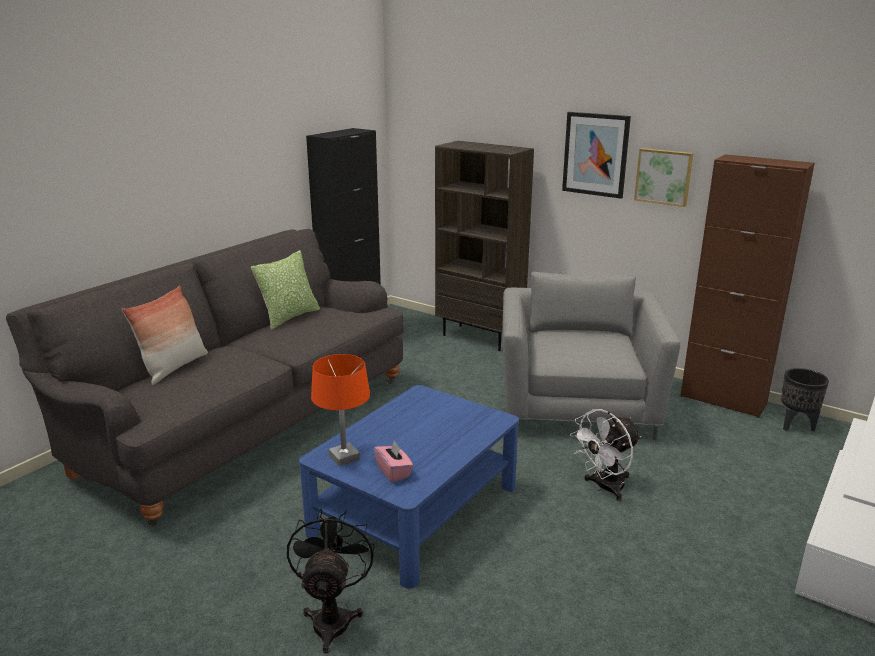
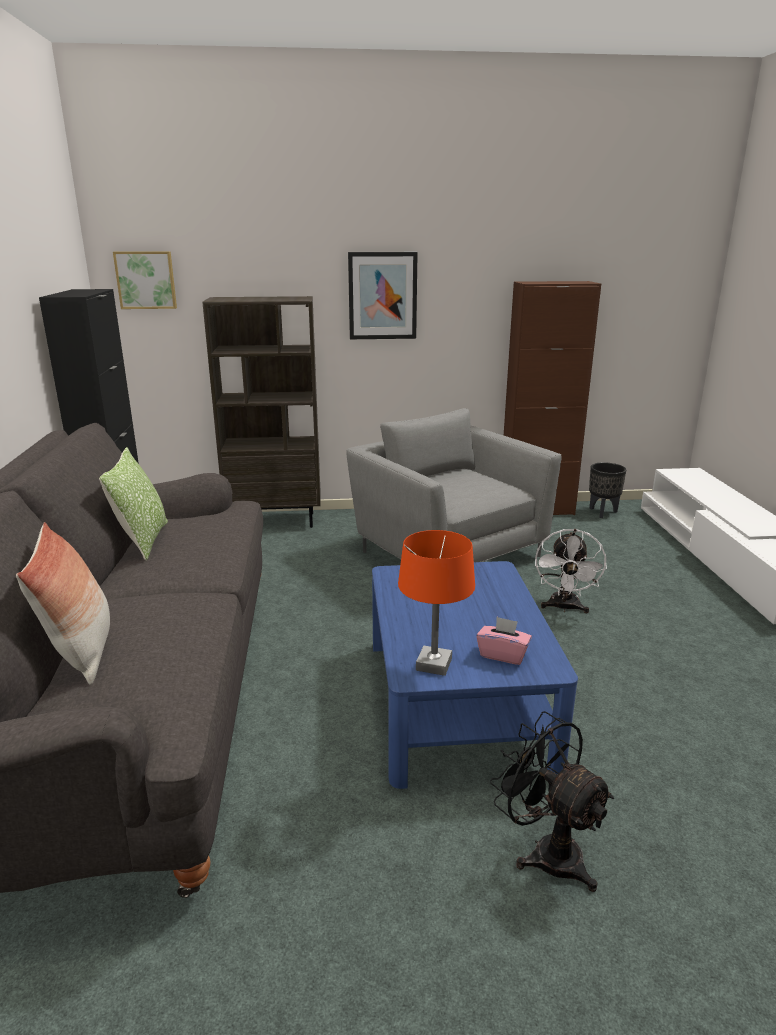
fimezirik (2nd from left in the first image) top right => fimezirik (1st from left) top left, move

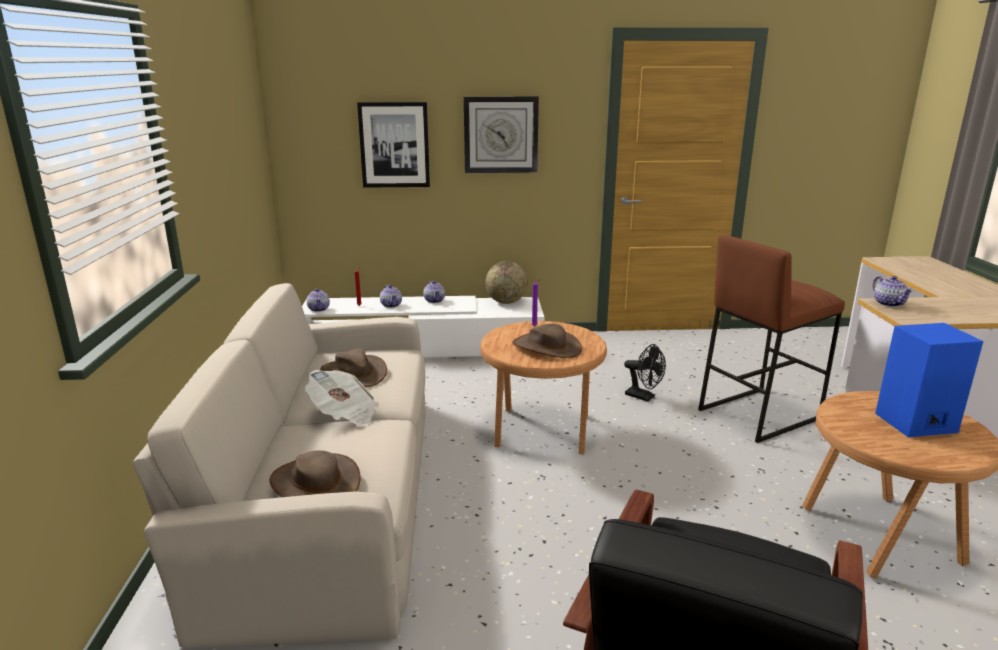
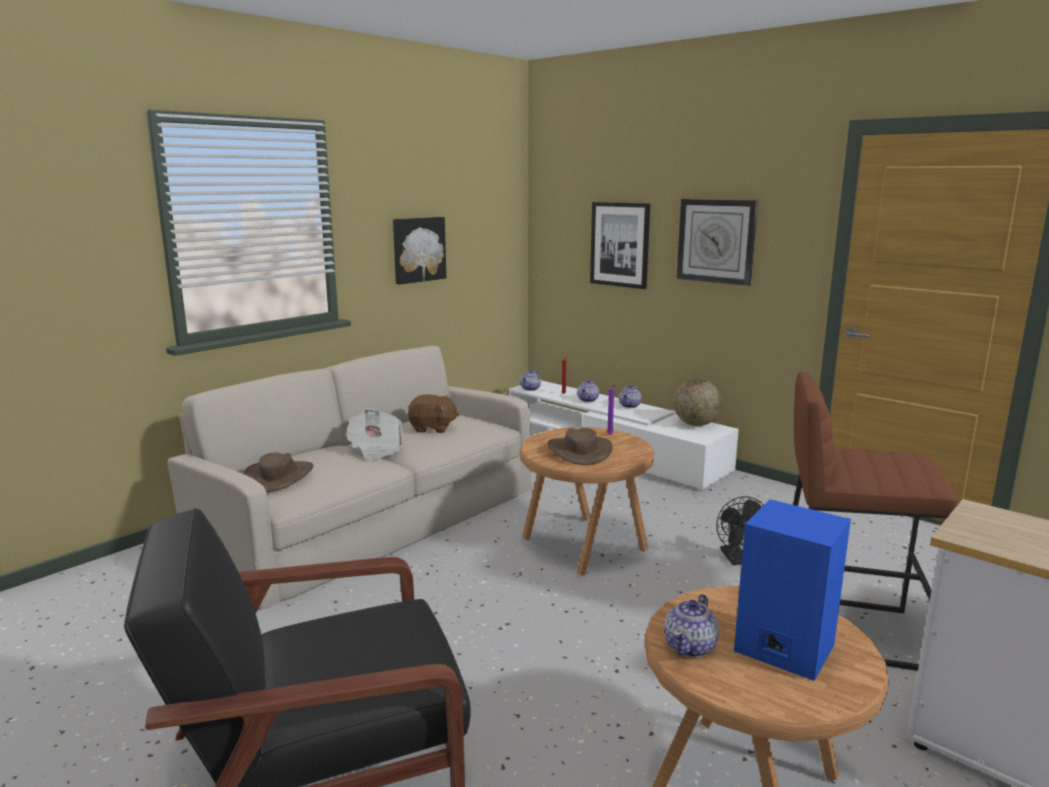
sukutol (4th from left) middle right => sukutol (4th from left) bottom centre, move
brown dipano (2nd from left) centre => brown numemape centre
nothing => fimezirik (1st from left) top centre

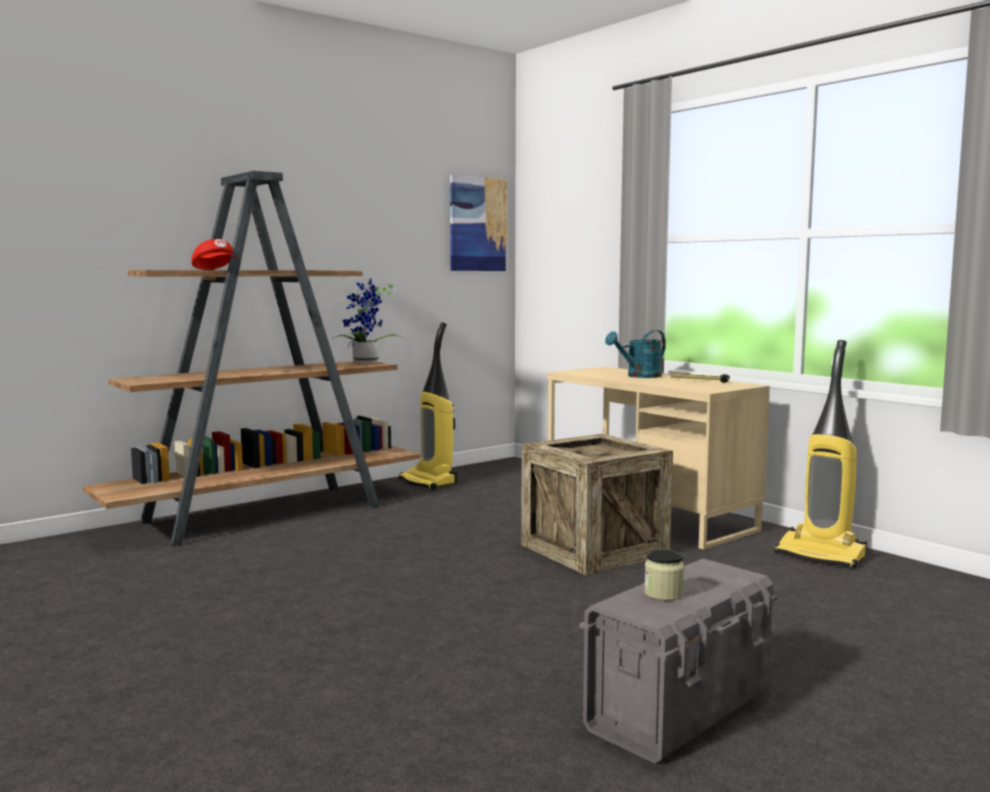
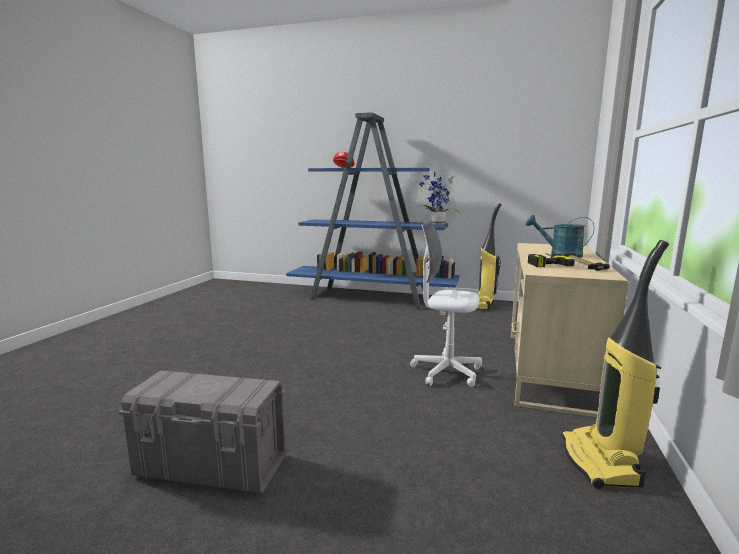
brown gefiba middle left => blue gefiba centre
fimezirik top centre => nothing
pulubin centre => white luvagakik centre
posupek bottom right => nothing
nothing => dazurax middle right

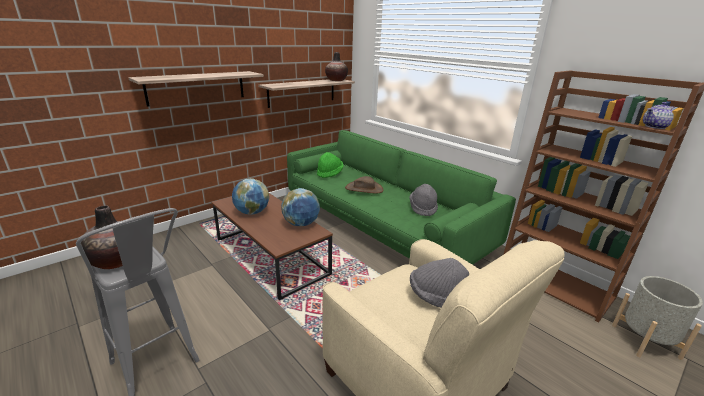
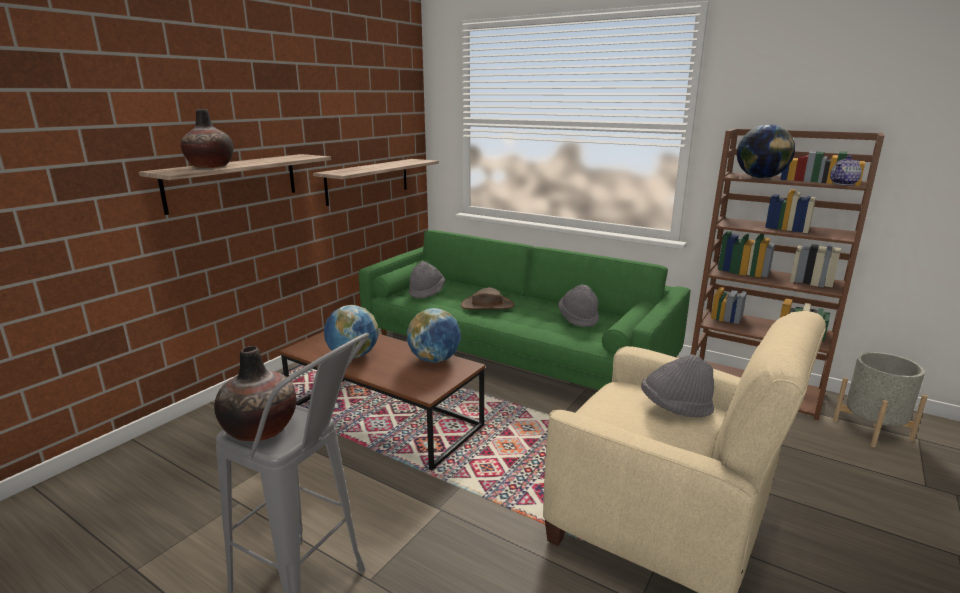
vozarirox (2nd from left in the first image) top centre => vozarirox (1st from left) top left, move
green dipano centre => grey dipano (1st from left) centre
nothing => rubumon (3rd from left) top right

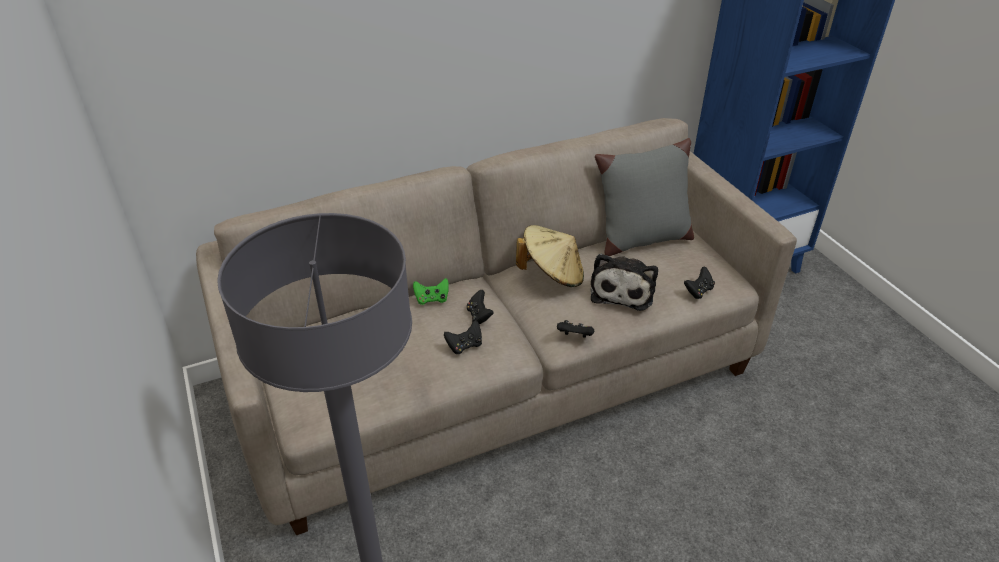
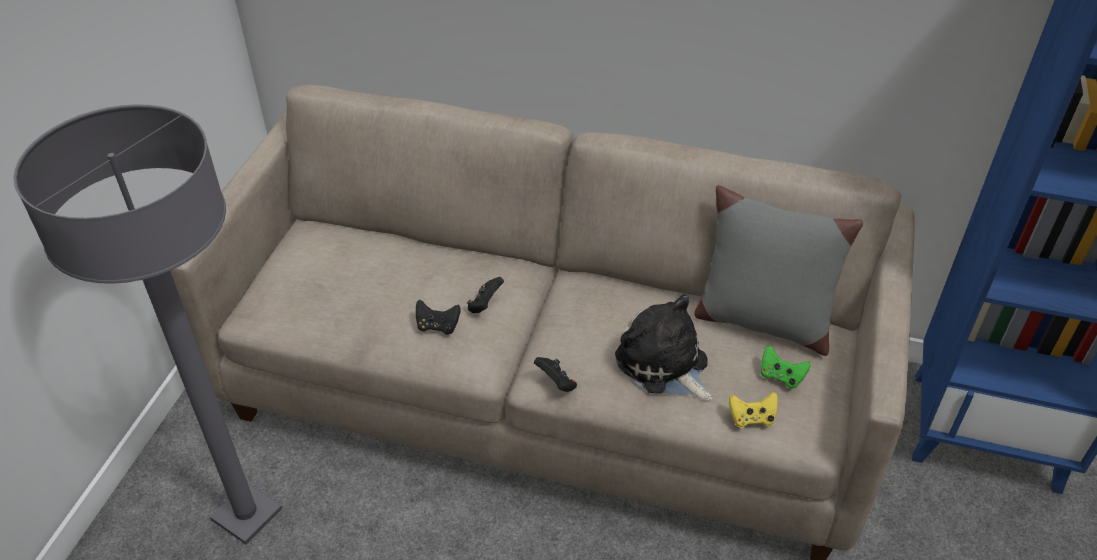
beige dipano centre => nothing
numemape centre, 90 degrees clockwise
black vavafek (4th from left) middle right => yellow vavafek bottom right
green vavafek centre => green vavafek middle right, move

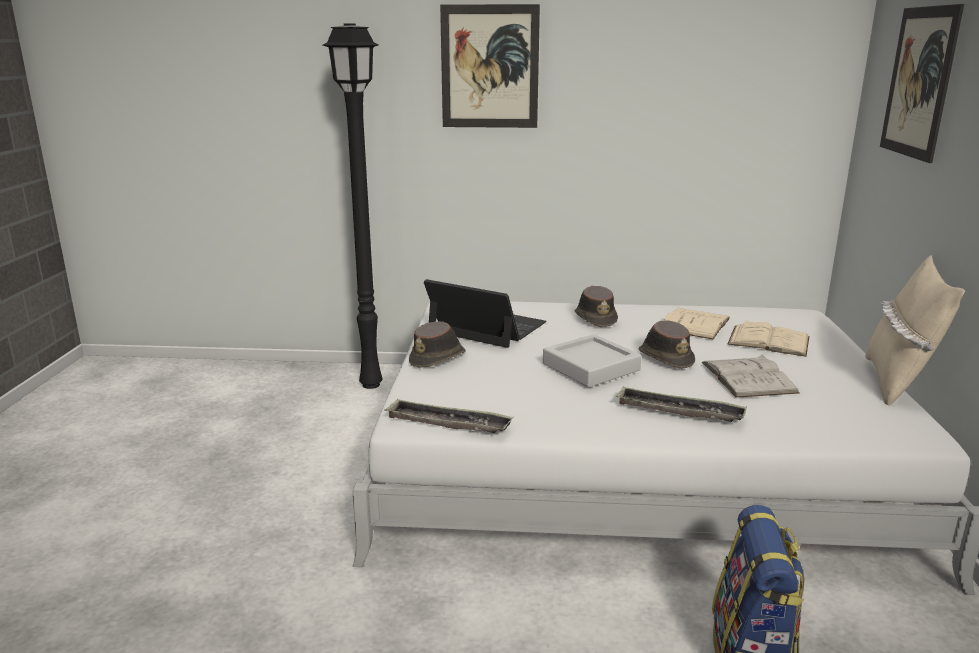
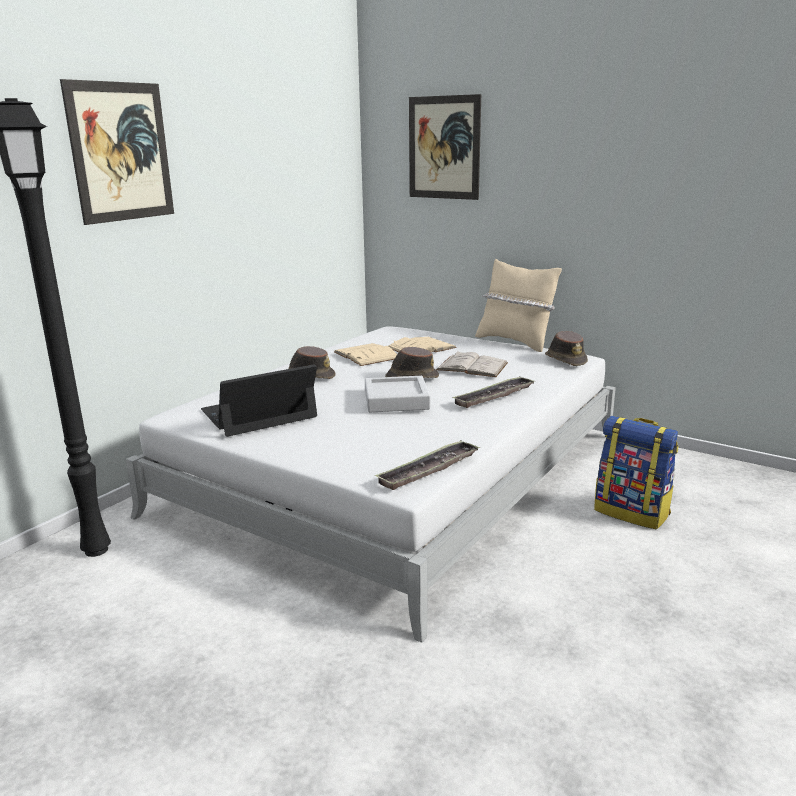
brown dipano (1st from left in the first image) centre => brown dipano (3rd from left) middle right, move

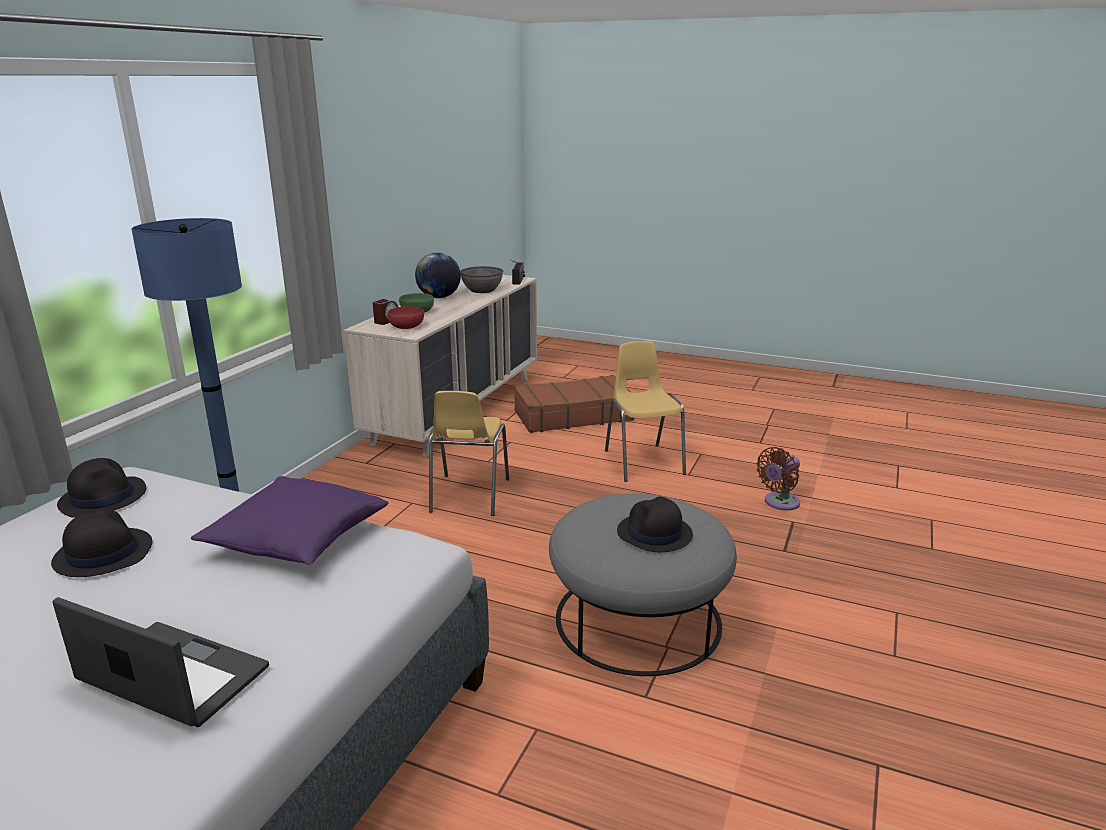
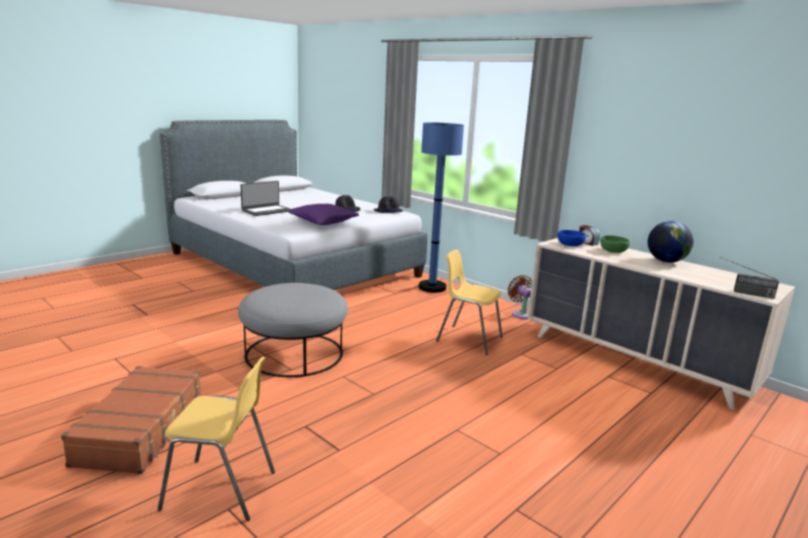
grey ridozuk centre => nothing
red ridozuk centre => blue ridozuk middle right
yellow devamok (2nd from left in the first image) centre => yellow devamok (1st from left) bottom left, move
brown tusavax centre => brown tusavax bottom left, move
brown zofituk middle right => brown zofituk centre, move
black dipano (3rd from left) centre => nothing

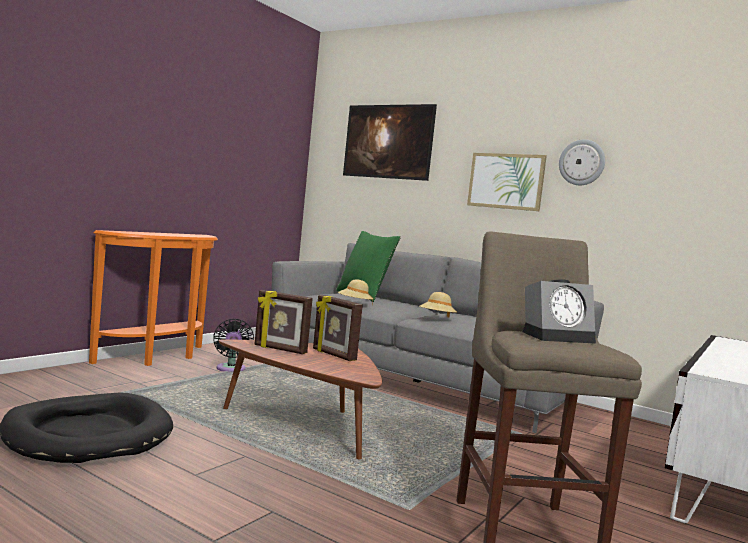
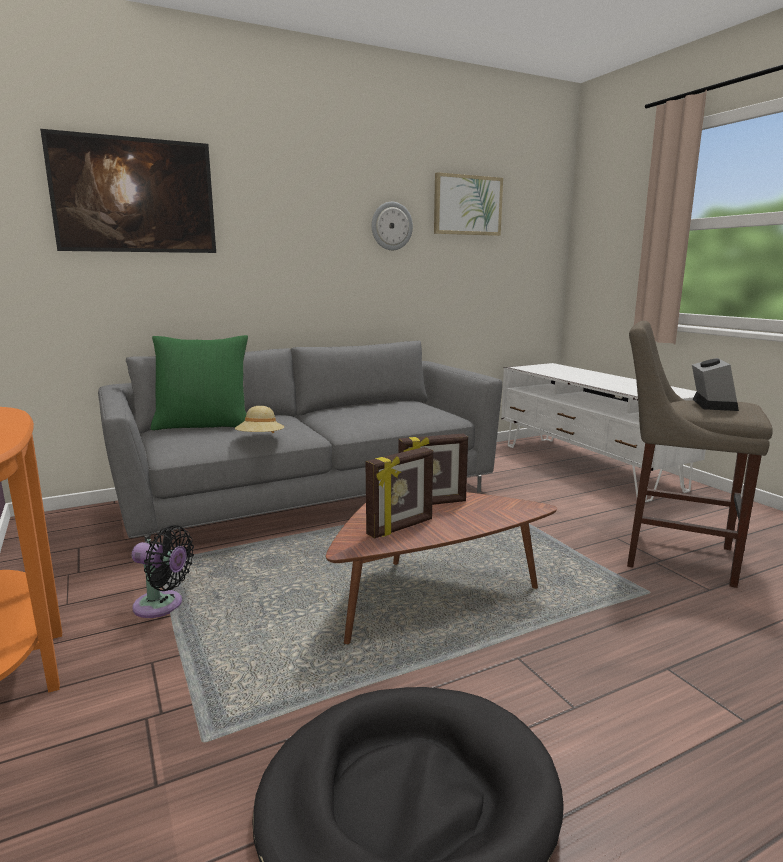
fimezirik (2nd from left) middle right => fimezirik (2nd from left) top centre, move
beige dipano (2nd from left) centre => nothing

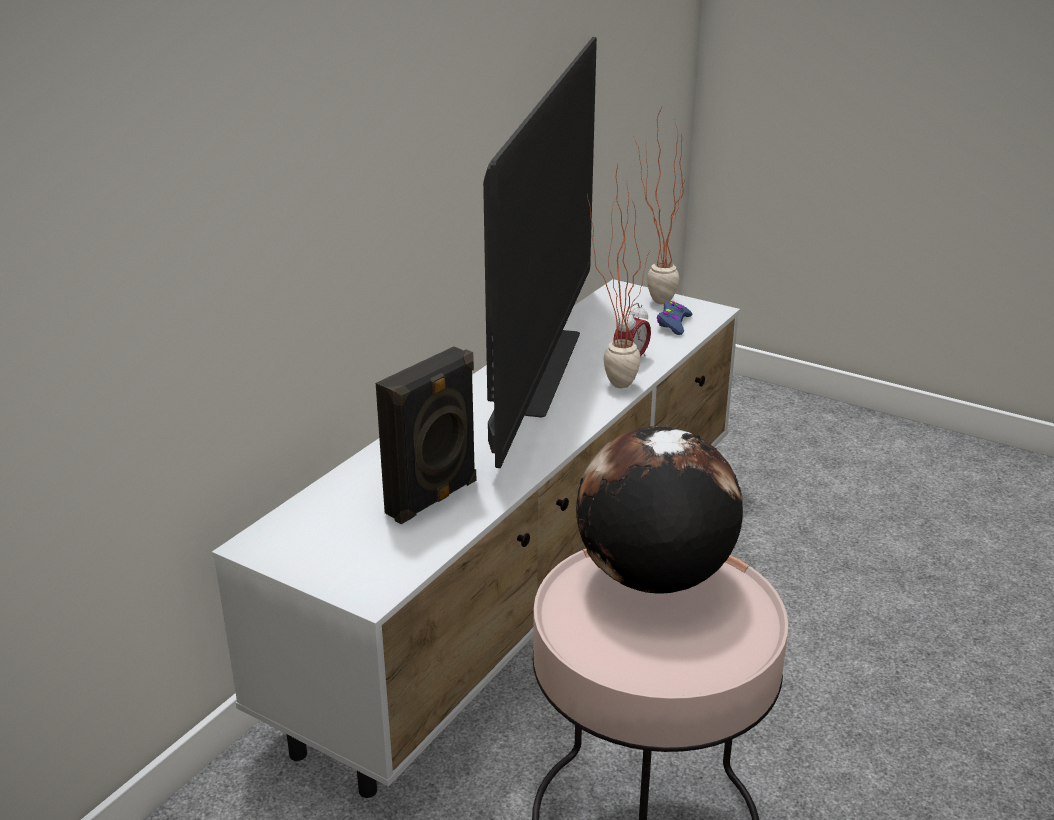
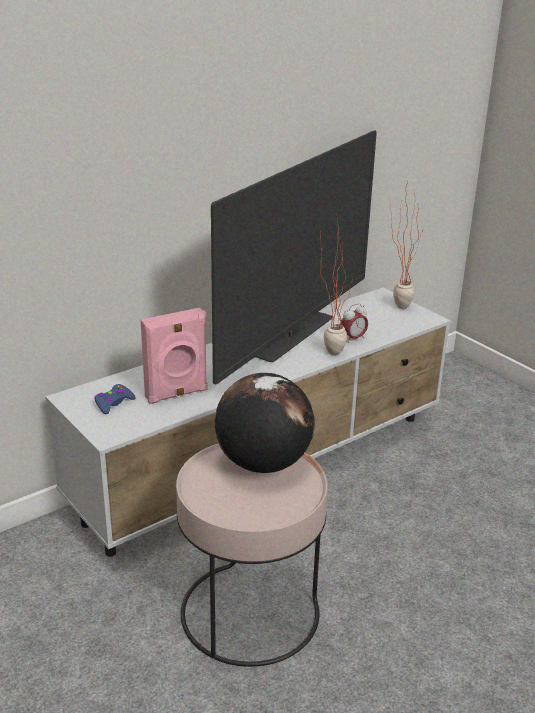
blue vavafek centre => blue vavafek middle left, move
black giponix centre => pink giponix middle left

